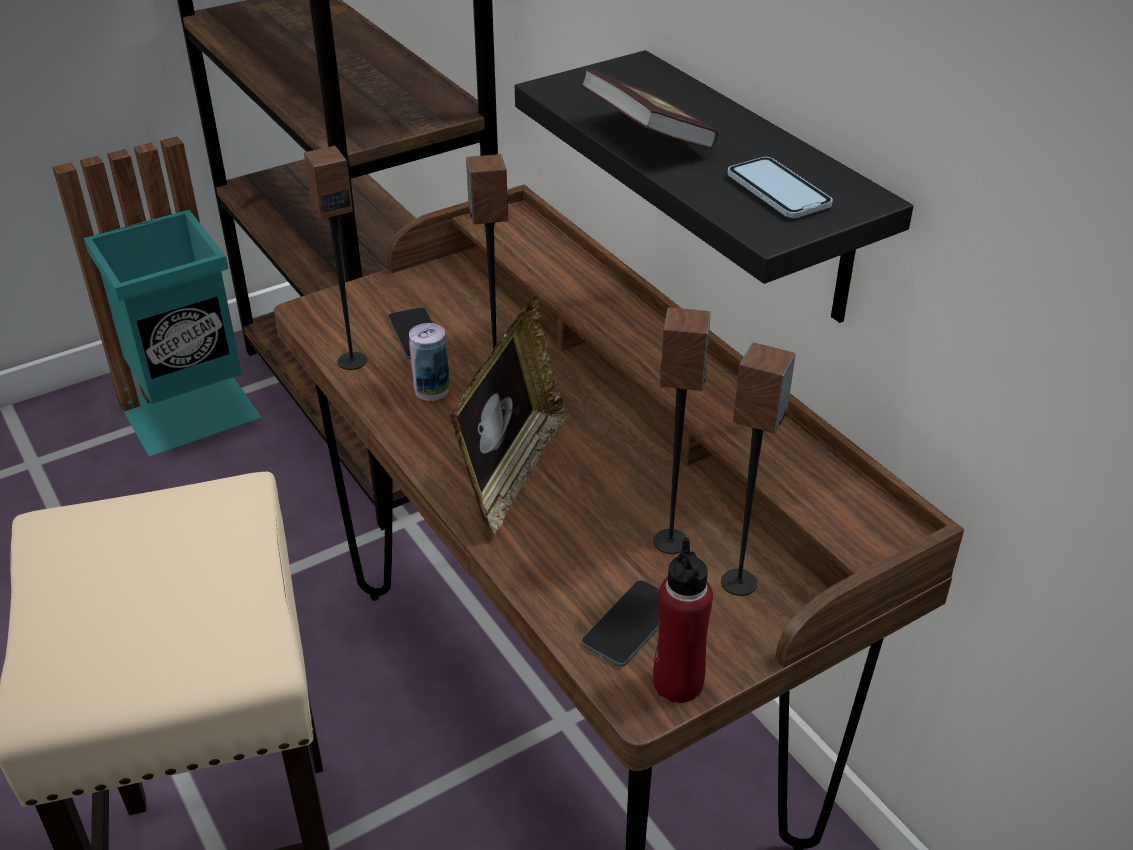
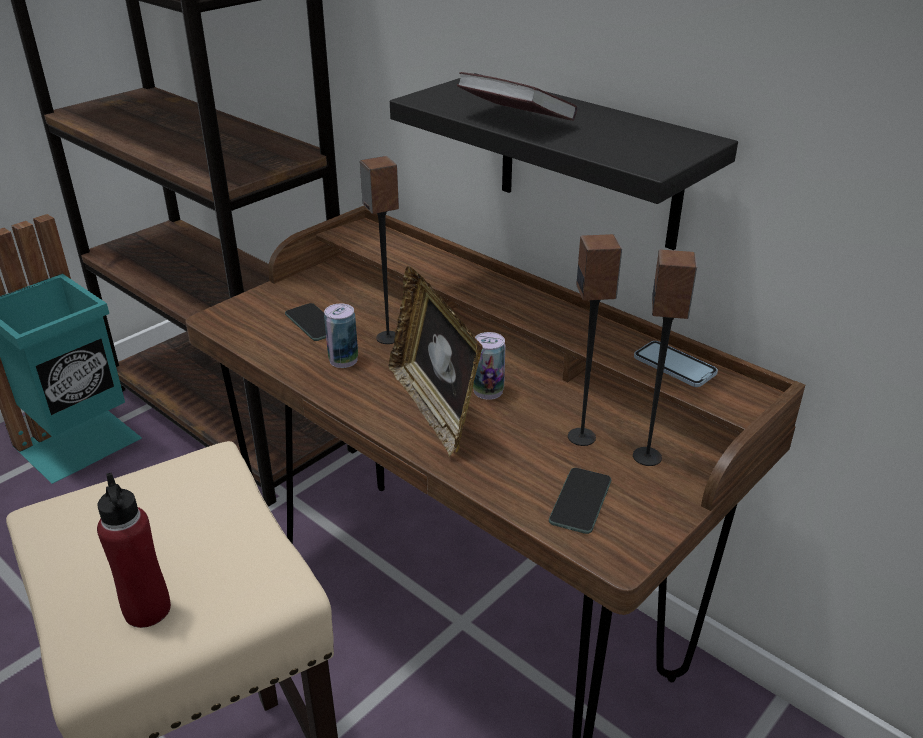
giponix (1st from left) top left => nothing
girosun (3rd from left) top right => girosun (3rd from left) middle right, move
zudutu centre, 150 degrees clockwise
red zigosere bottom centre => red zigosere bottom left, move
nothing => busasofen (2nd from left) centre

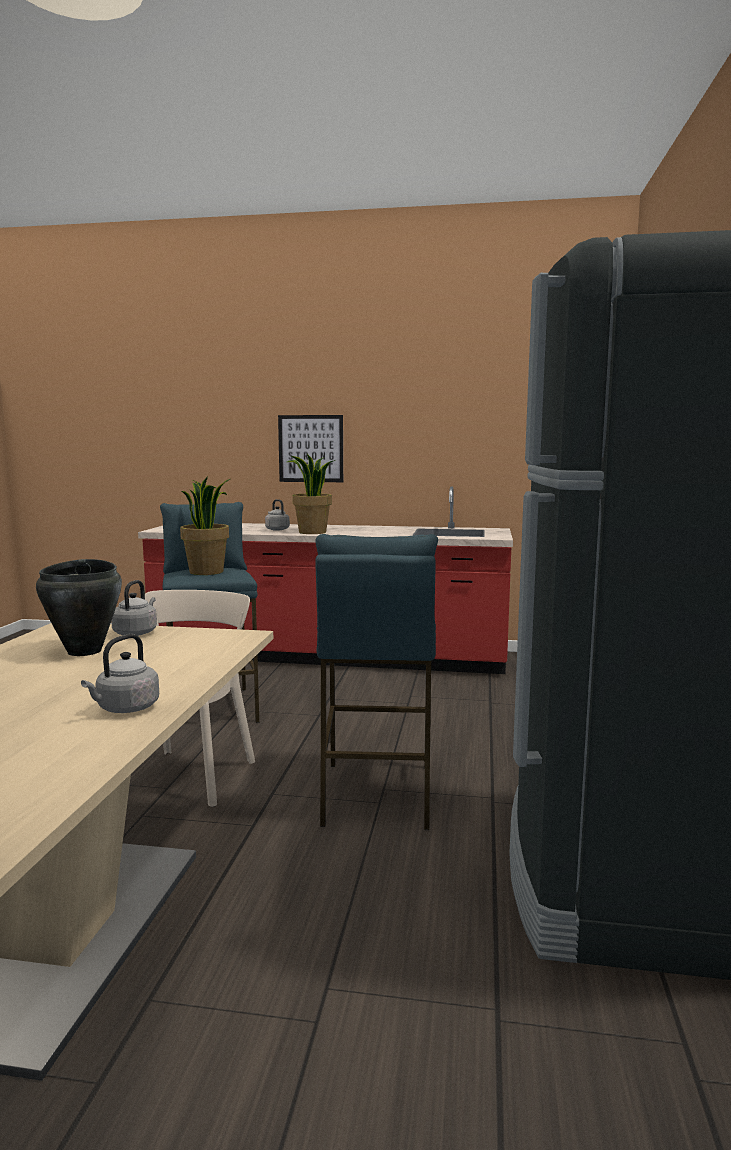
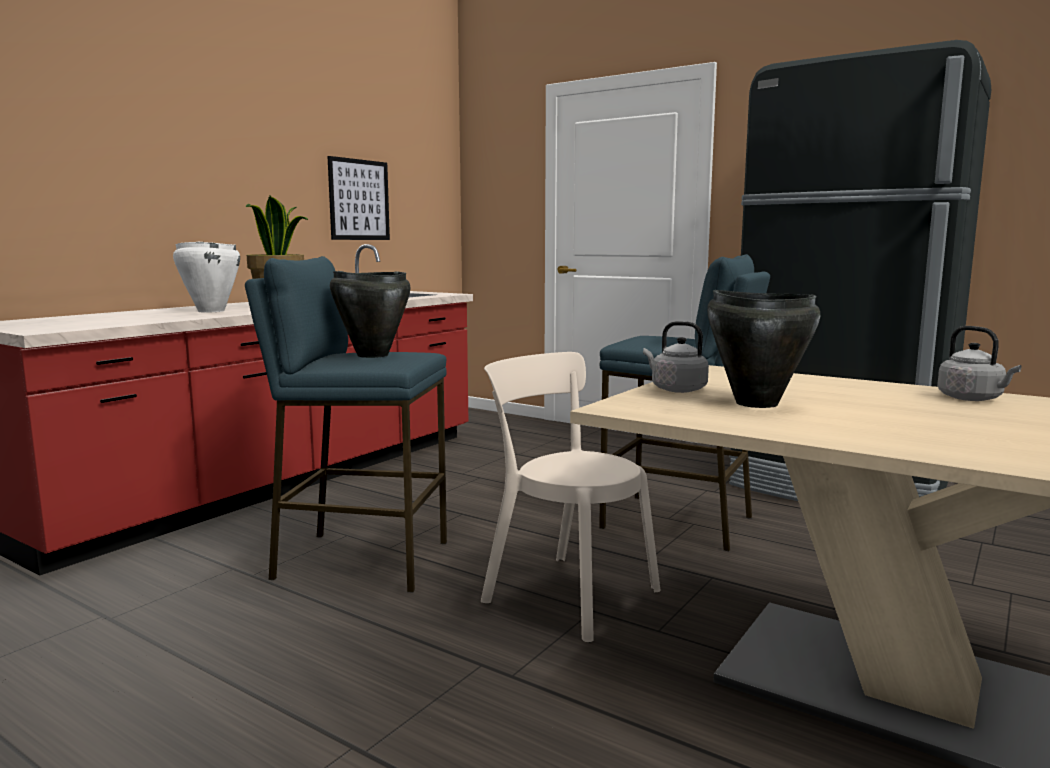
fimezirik centre => fimezirik top centre, move
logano (1st from left) middle left => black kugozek (1st from left) centre
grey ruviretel (3rd from left) centre => white kugozek middle left

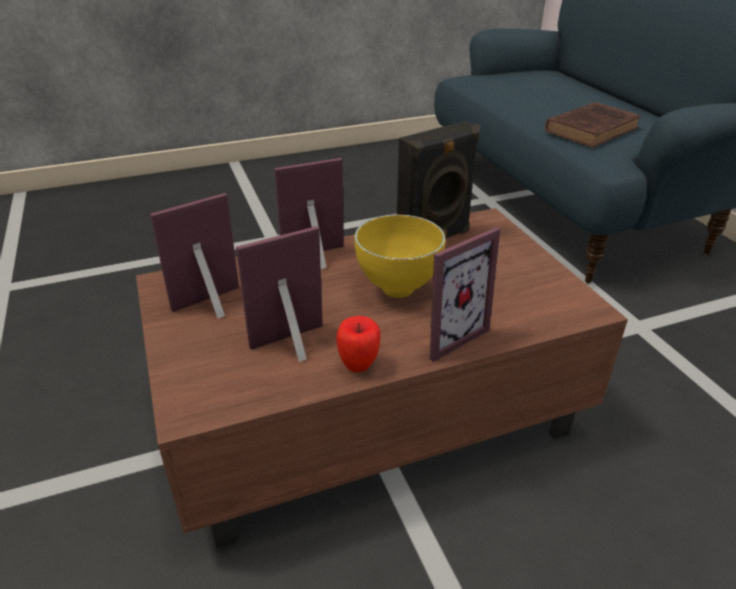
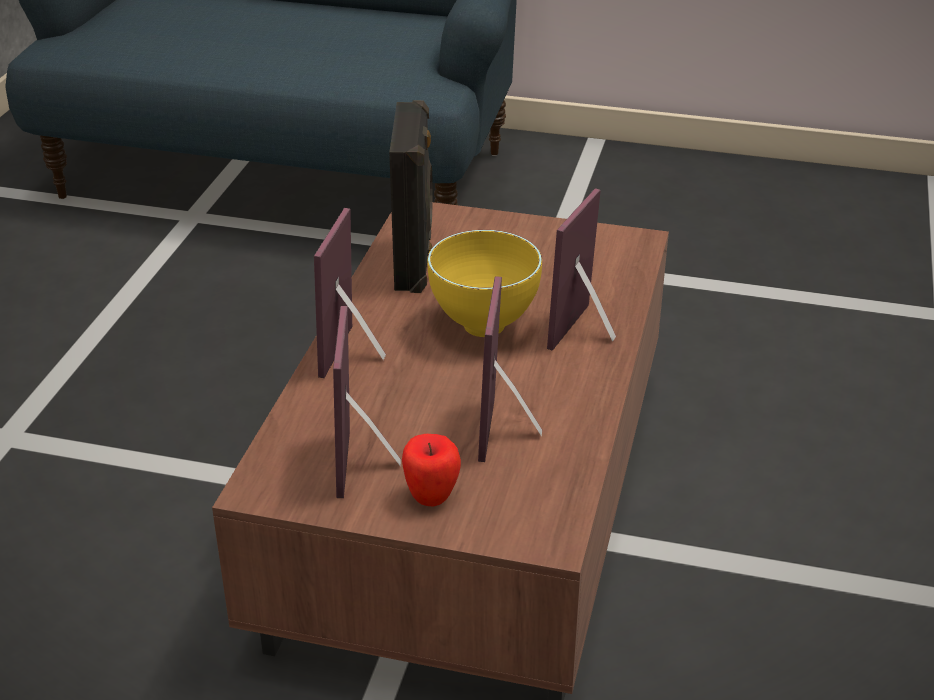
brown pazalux top right => nothing
zudutu (4th from left) centre, 150 degrees counterclockwise
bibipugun centre => bibipugun bottom centre, move

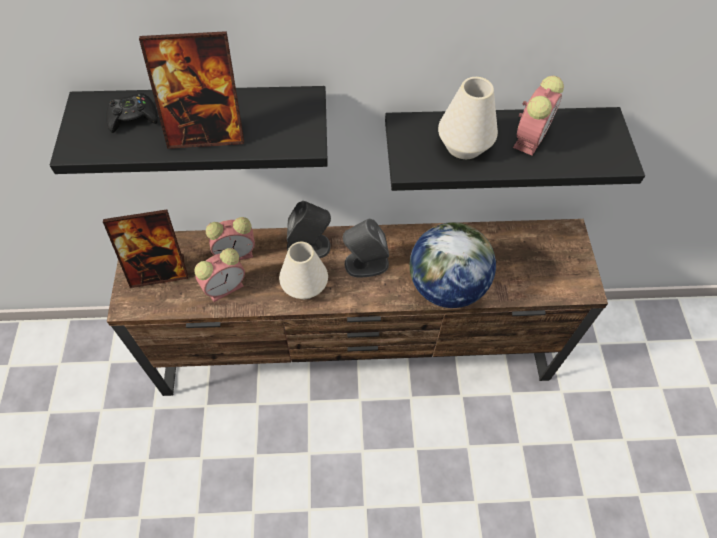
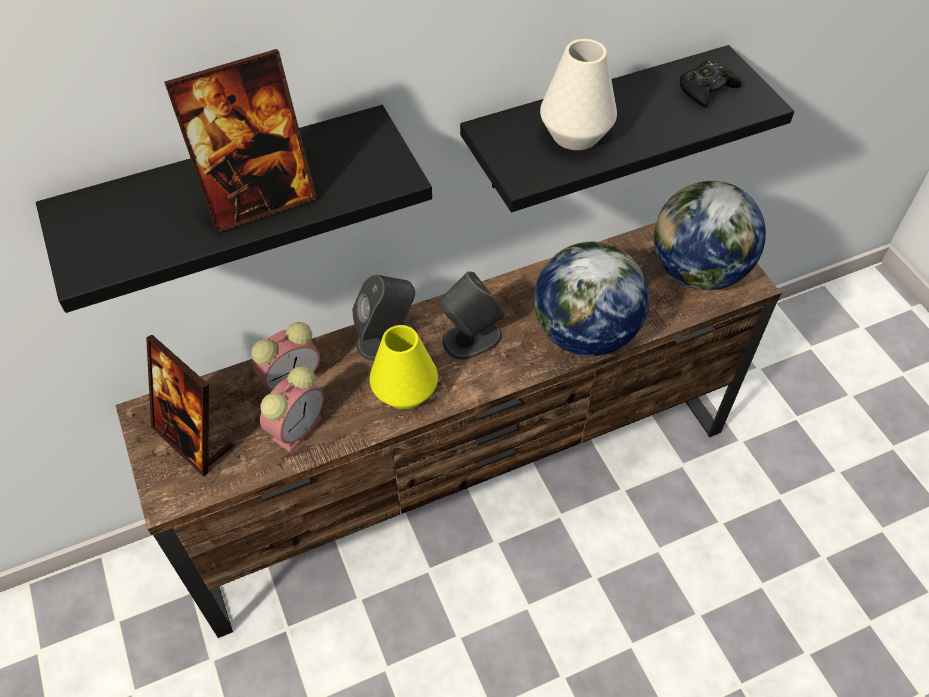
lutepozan (3rd from left) top right => nothing
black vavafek top left => black vavafek top right, move
zudutu (1st from left) middle left, 75 degrees clockwise
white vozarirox (1st from left) centre => yellow vozarirox centre
nothing => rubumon (2nd from left) middle right

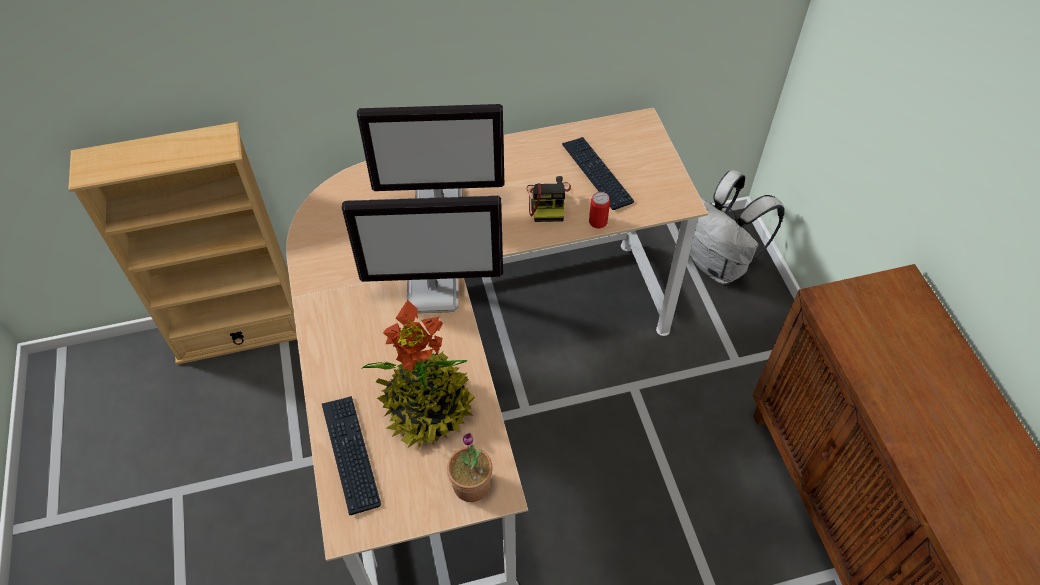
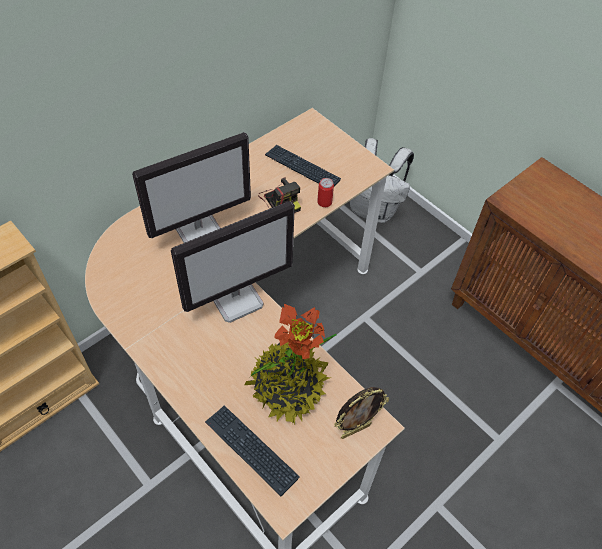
logano (2nd from left) bottom centre => zudutu bottom centre

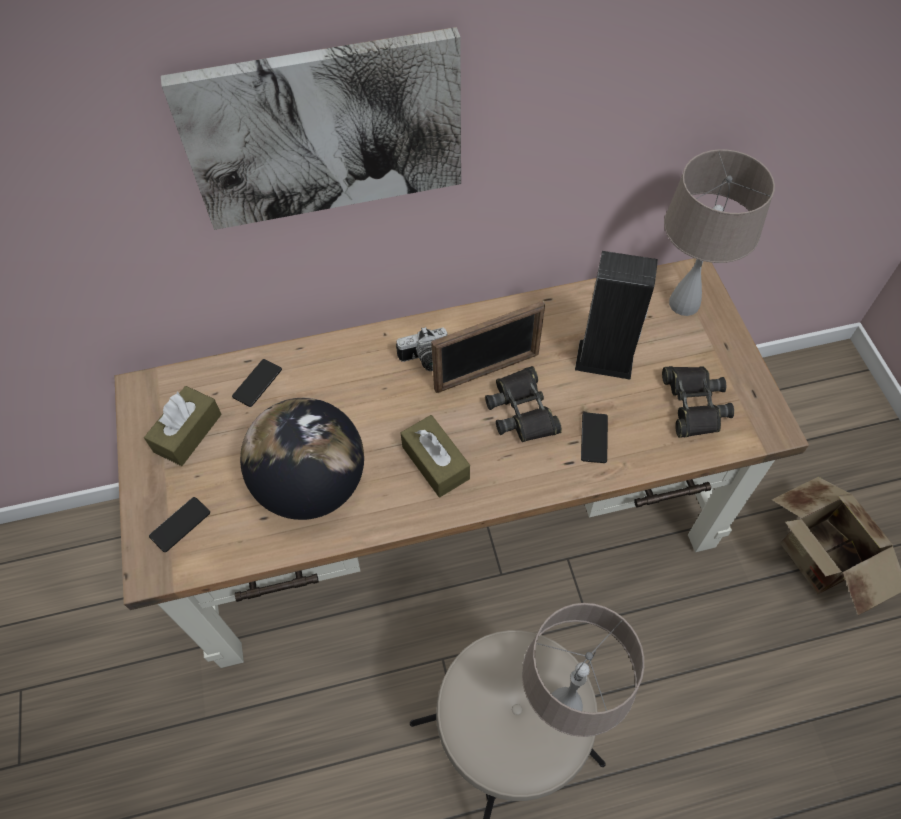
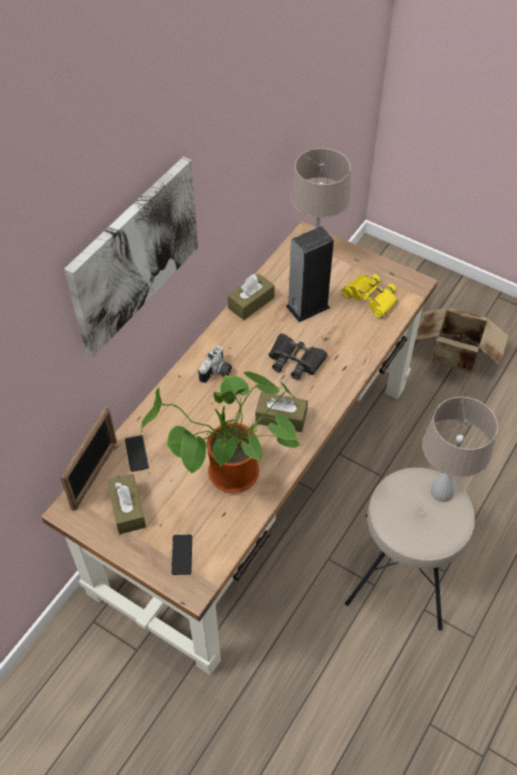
zudutu centre => zudutu middle left, move
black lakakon (2nd from left) middle right => yellow lakakon middle right
rubumon centre => logano centre
girosun (3rd from left) centre => nothing
nothing => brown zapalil (2nd from left) centre

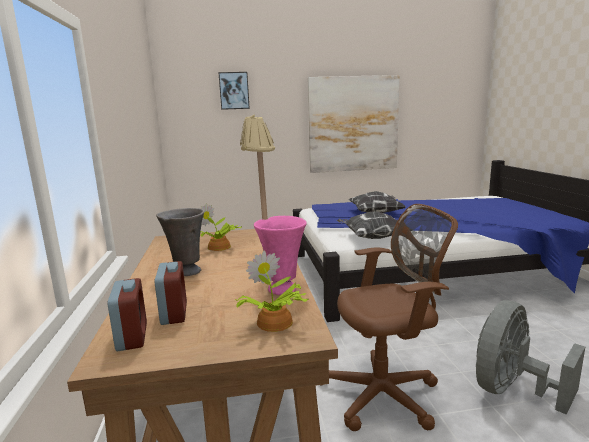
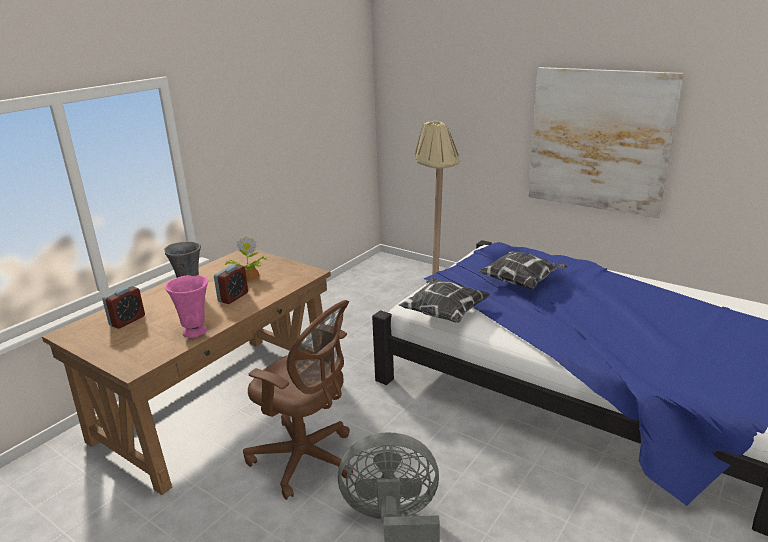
fimezirik (1st from left) top centre => nothing
logano (2nd from left) centre => nothing
lutepozan (1st from left in the first image) bottom left => lutepozan (2nd from left) middle left, move

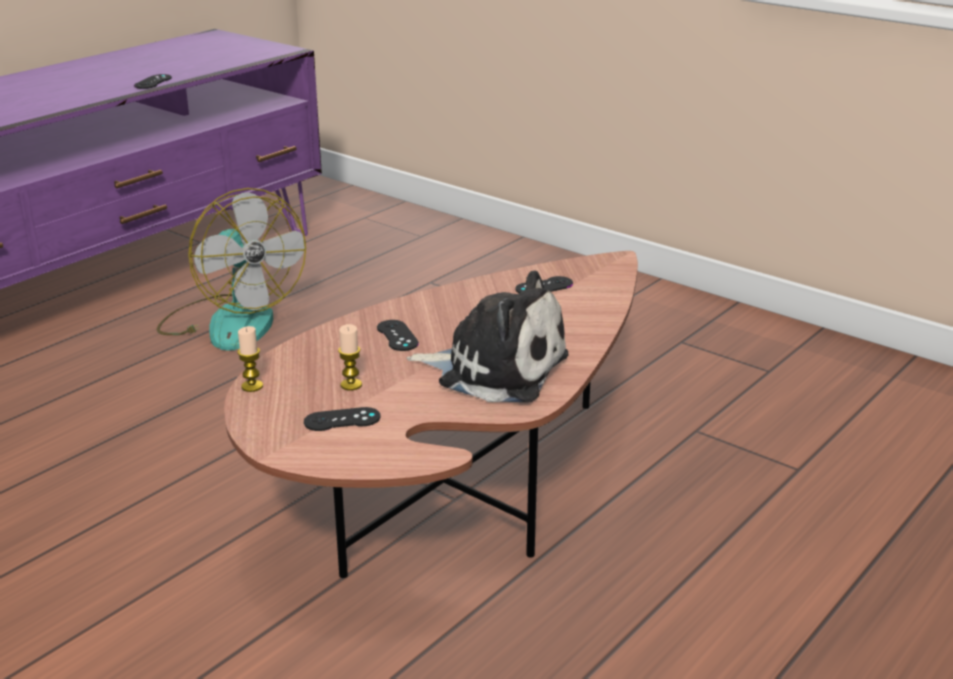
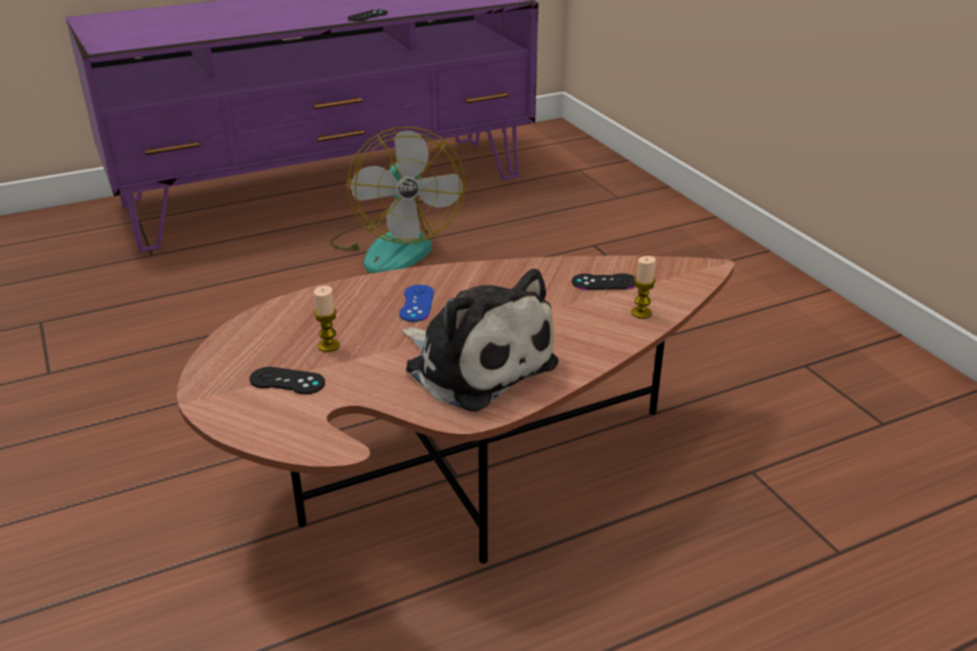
black vavafek (3rd from left) centre => blue vavafek centre
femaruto (1st from left in the first image) middle left => femaruto (2nd from left) centre, move

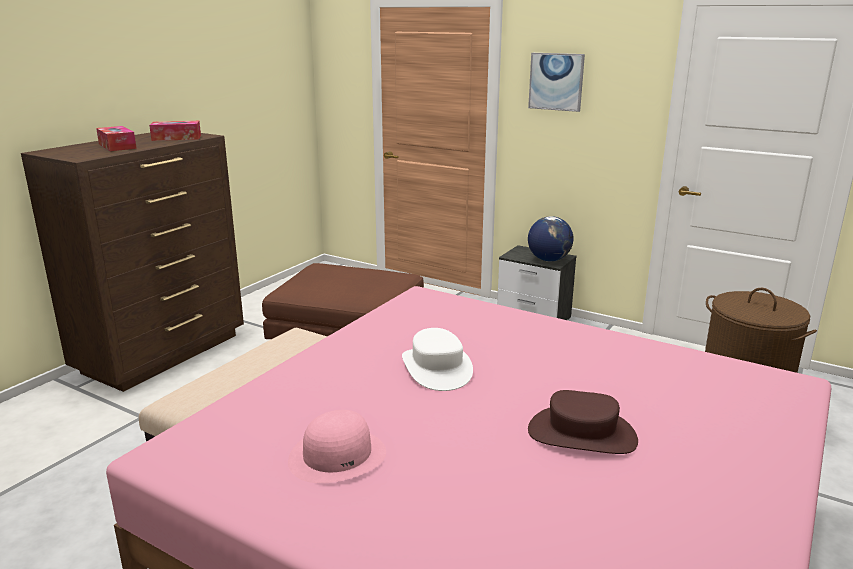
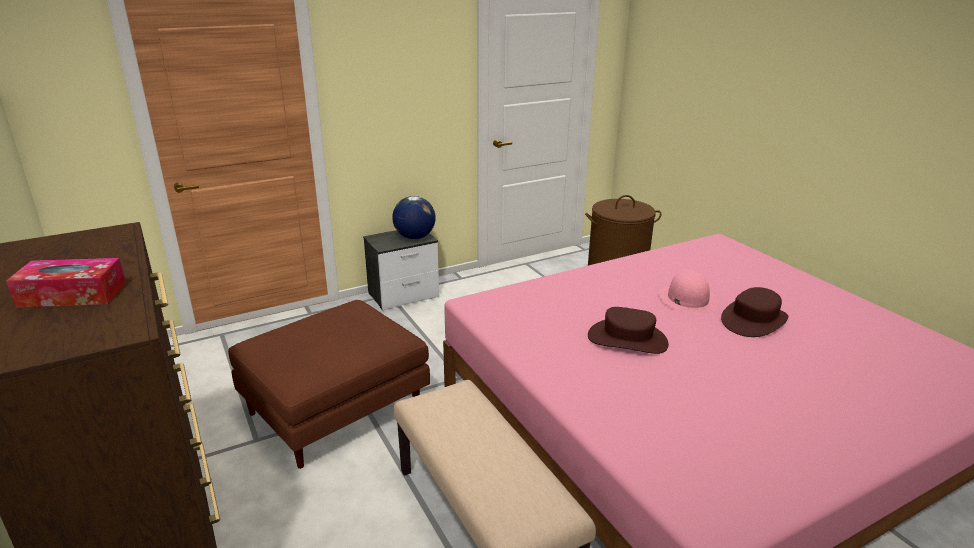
fimezirik top centre => nothing
zapalil (2nd from left) top left => nothing
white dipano centre => brown dipano (1st from left) centre
pink dipano bottom centre => pink dipano middle right, move

